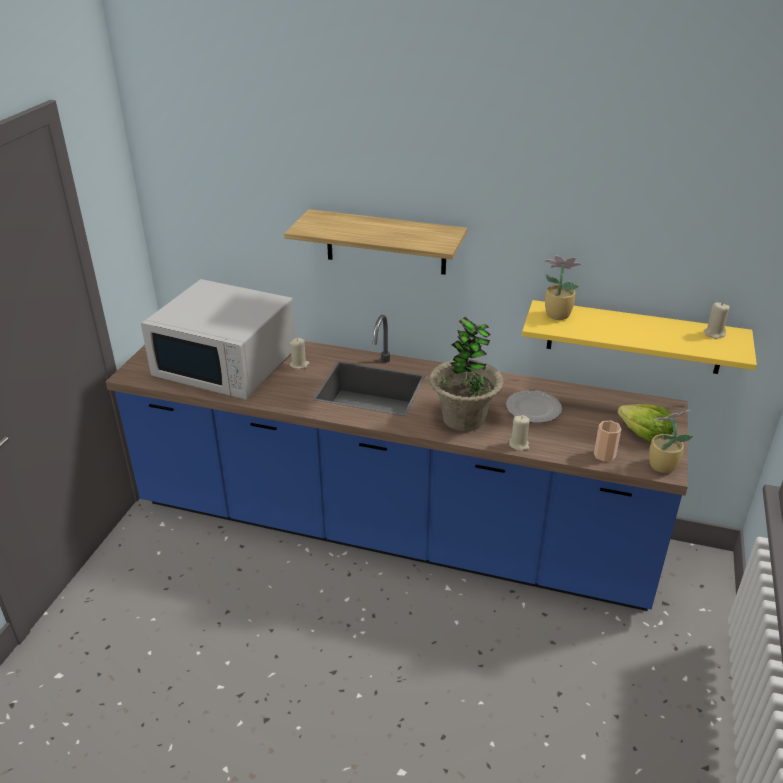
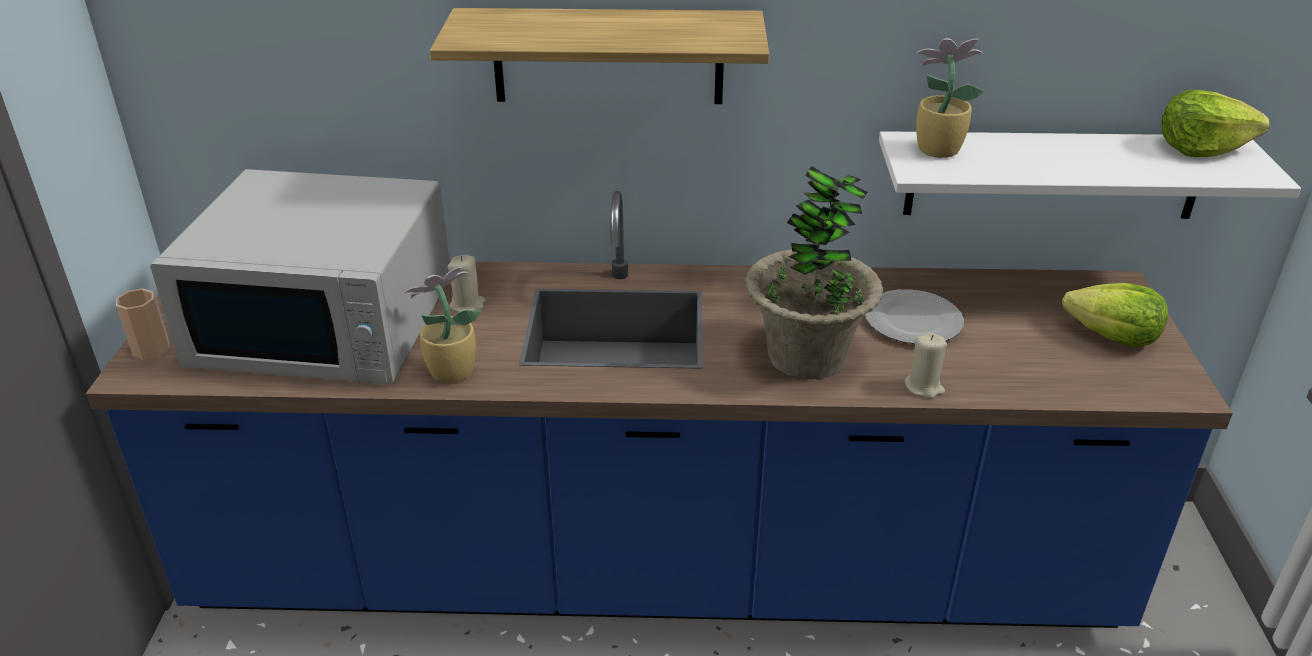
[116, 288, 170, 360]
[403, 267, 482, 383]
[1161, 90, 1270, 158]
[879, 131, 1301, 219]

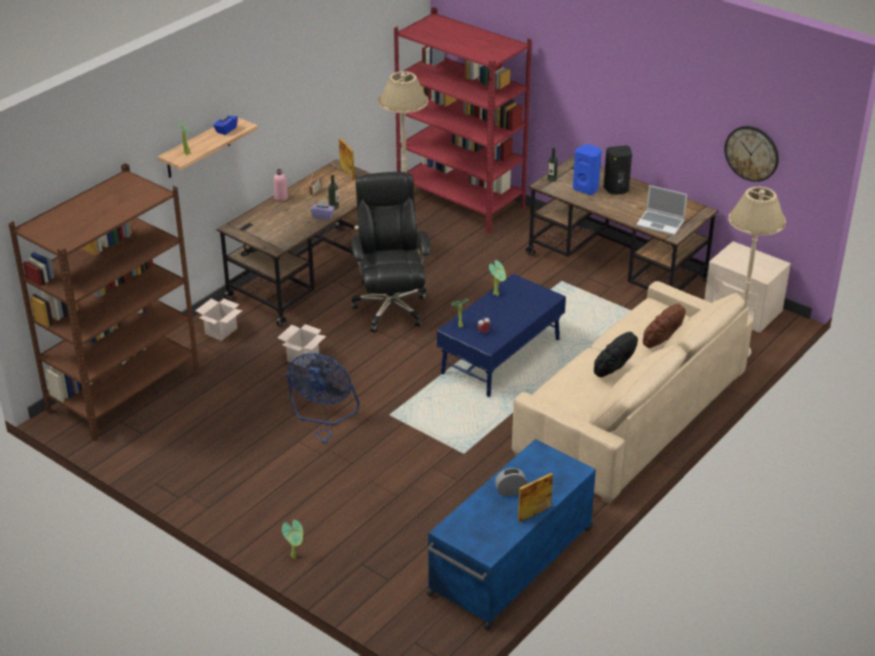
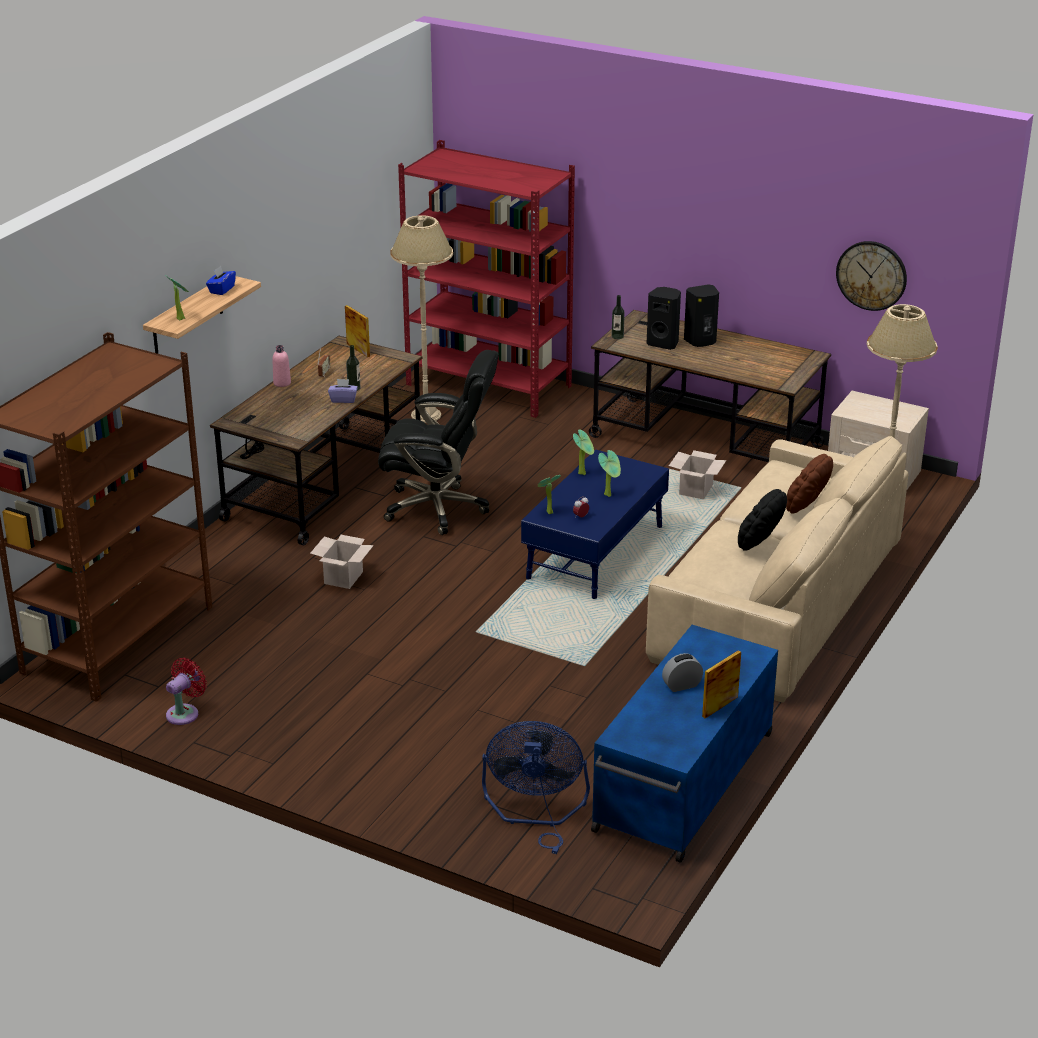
[636, 185, 687, 236] (first image)
[166, 658, 207, 725]
[669, 450, 726, 499]
[598, 450, 621, 497]
[482, 721, 590, 854]
[647, 287, 681, 350]
[378, 350, 499, 535]

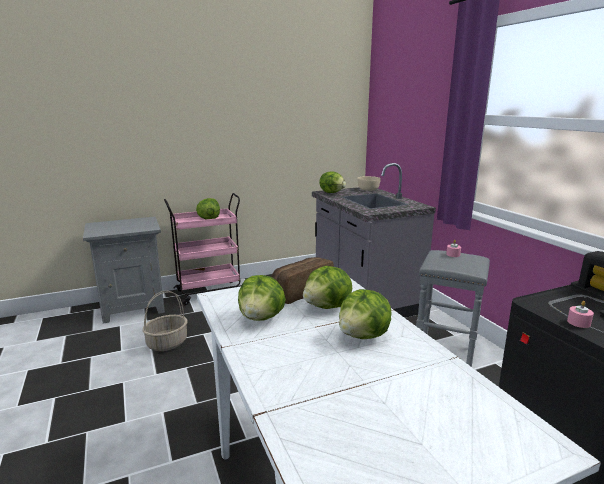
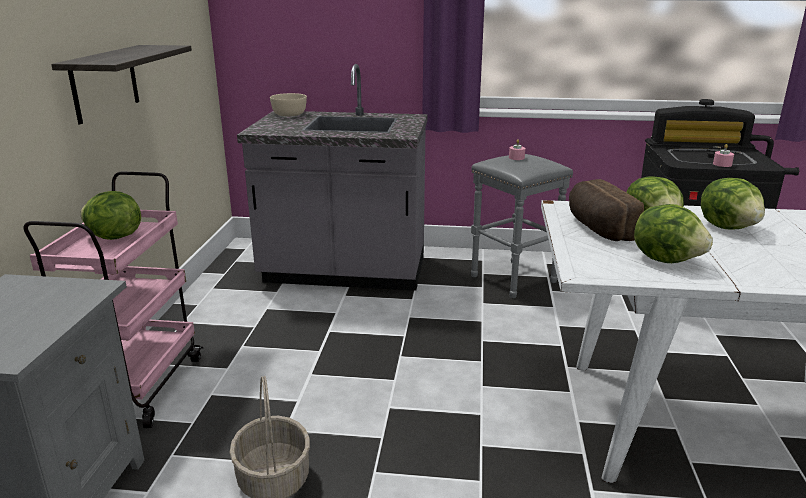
[319, 172, 346, 193] (first image)
[51, 45, 192, 124]

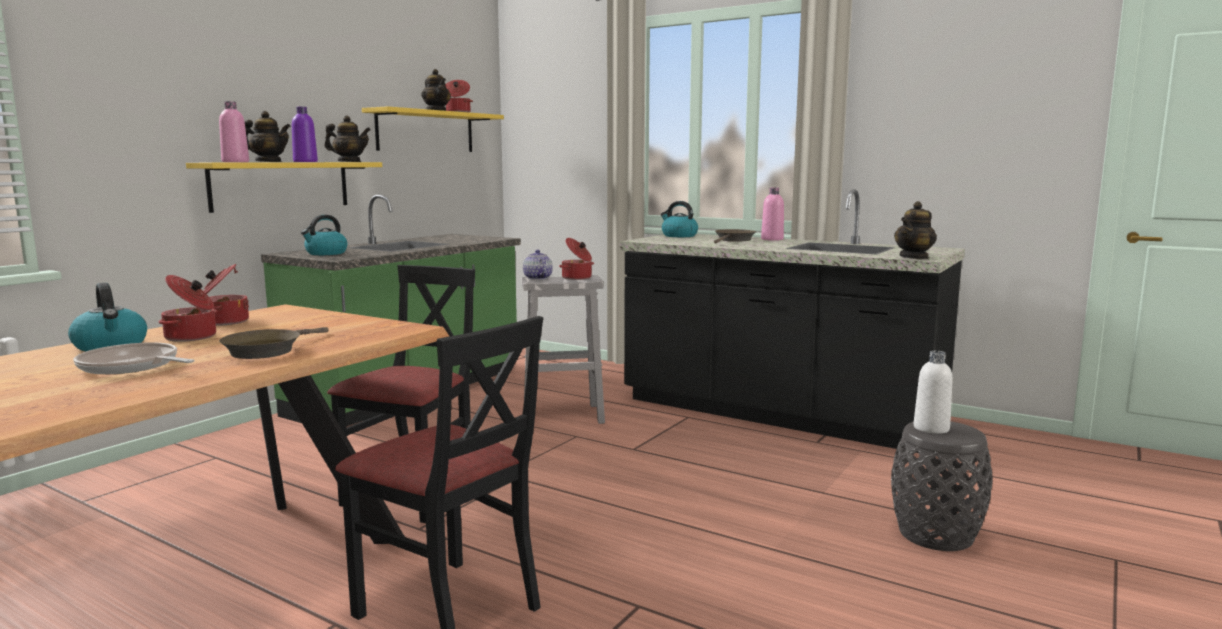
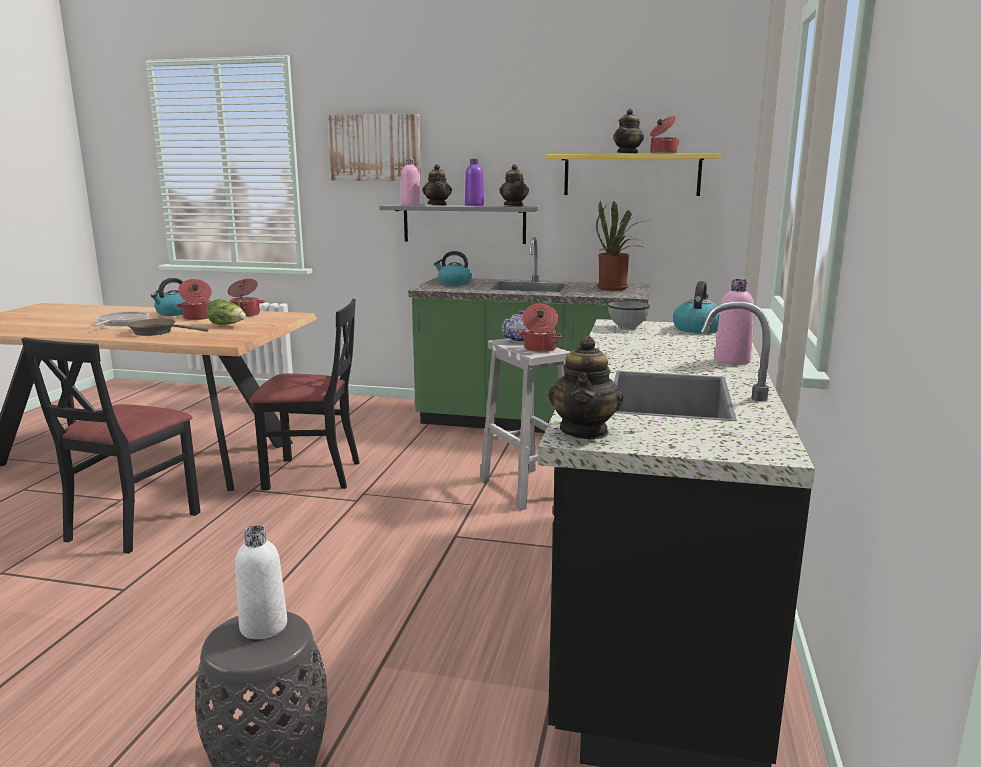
[714, 229, 756, 244] (first image)
[207, 299, 246, 325]
[328, 114, 421, 181]
[596, 200, 653, 291]
[608, 301, 650, 330]
[379, 204, 540, 244]
[548, 336, 623, 439]

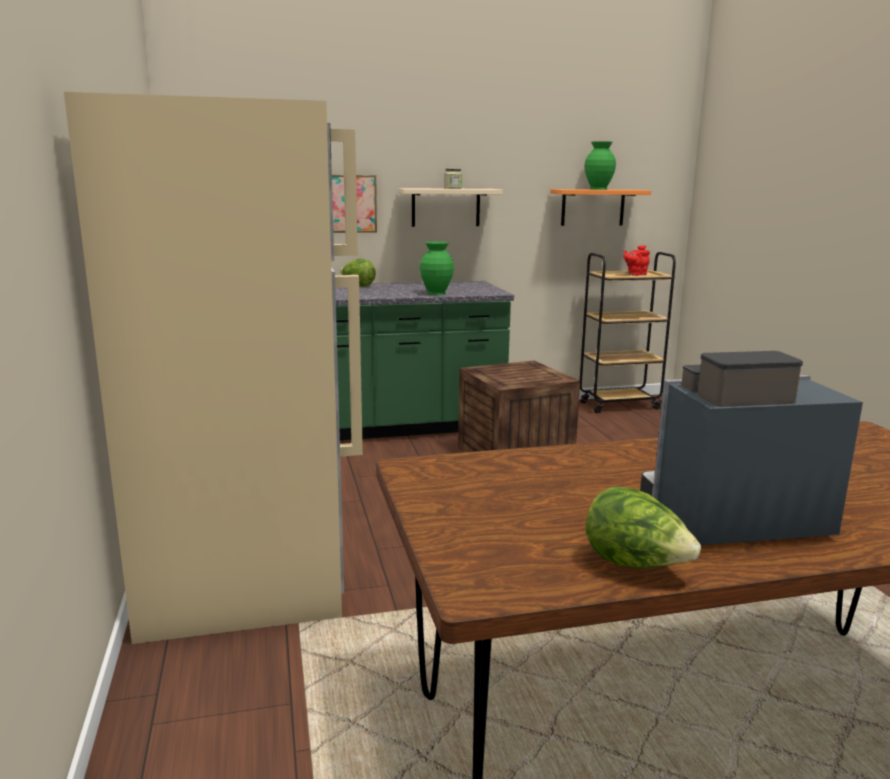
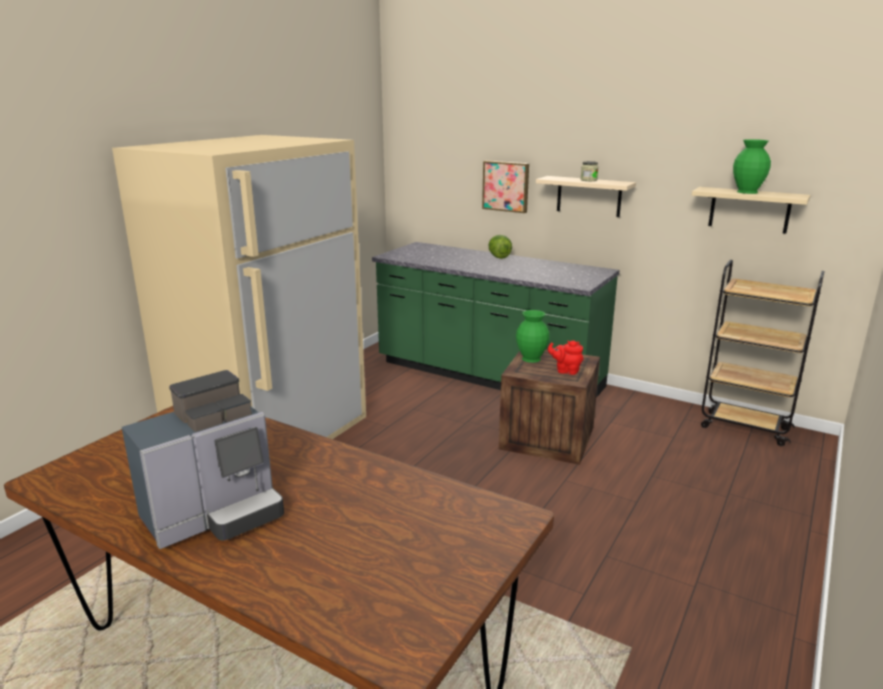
[585, 486, 701, 568] (first image)
[516, 310, 549, 363]
[548, 341, 583, 375]
[692, 187, 811, 234]
[122, 370, 284, 549]

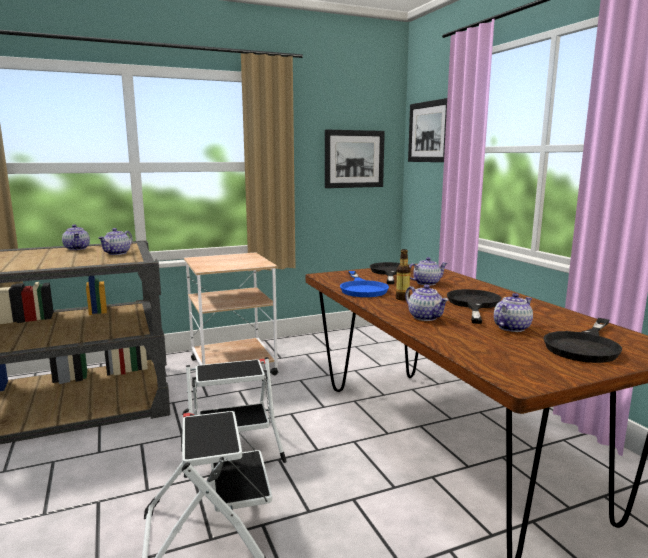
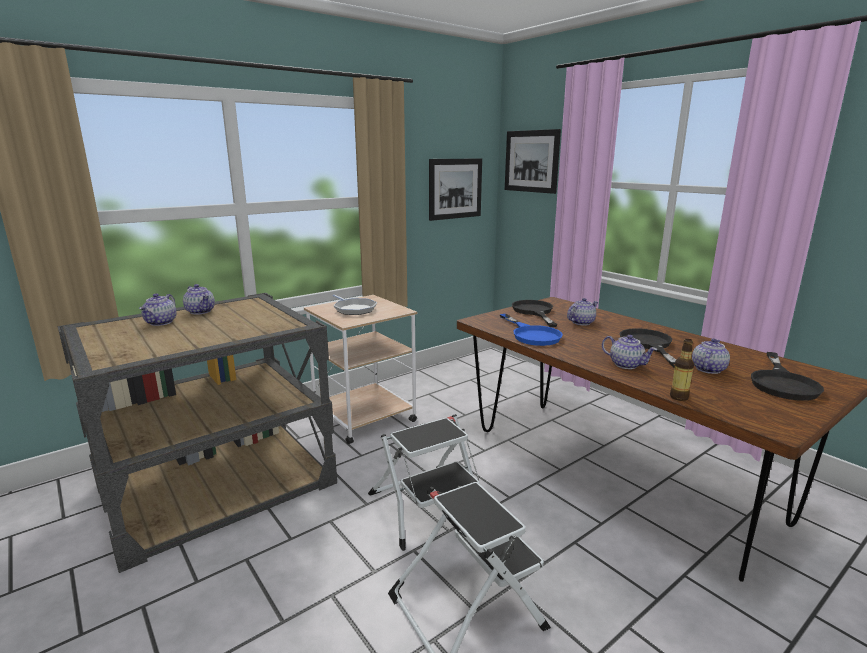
[333, 295, 377, 315]
[139, 293, 176, 326]
[670, 339, 694, 401]

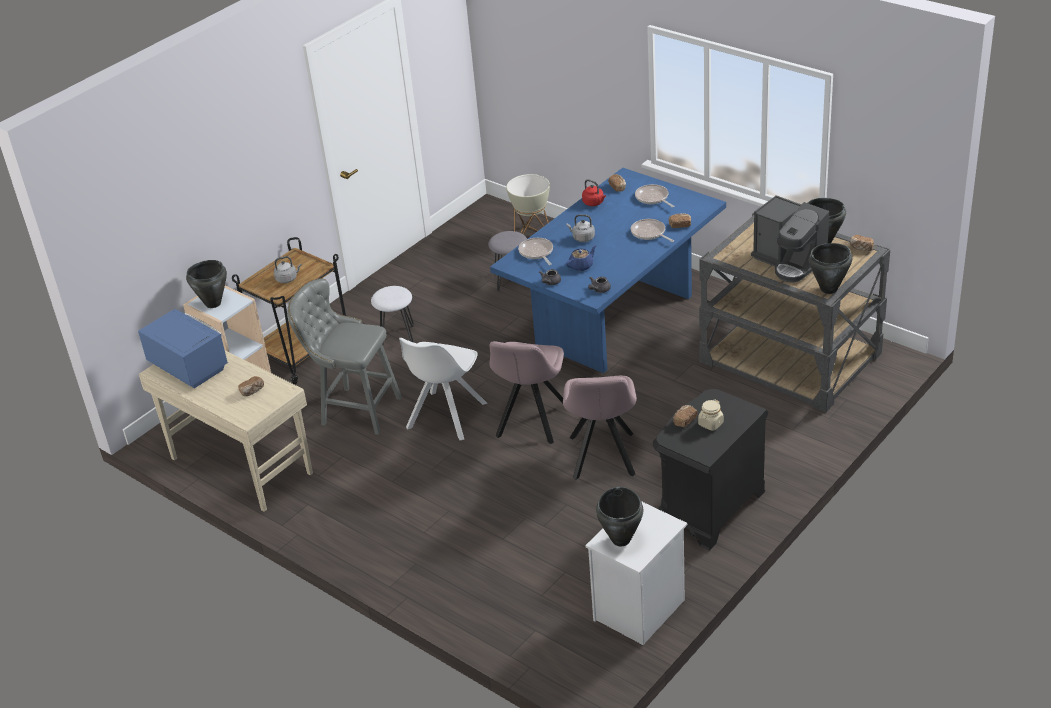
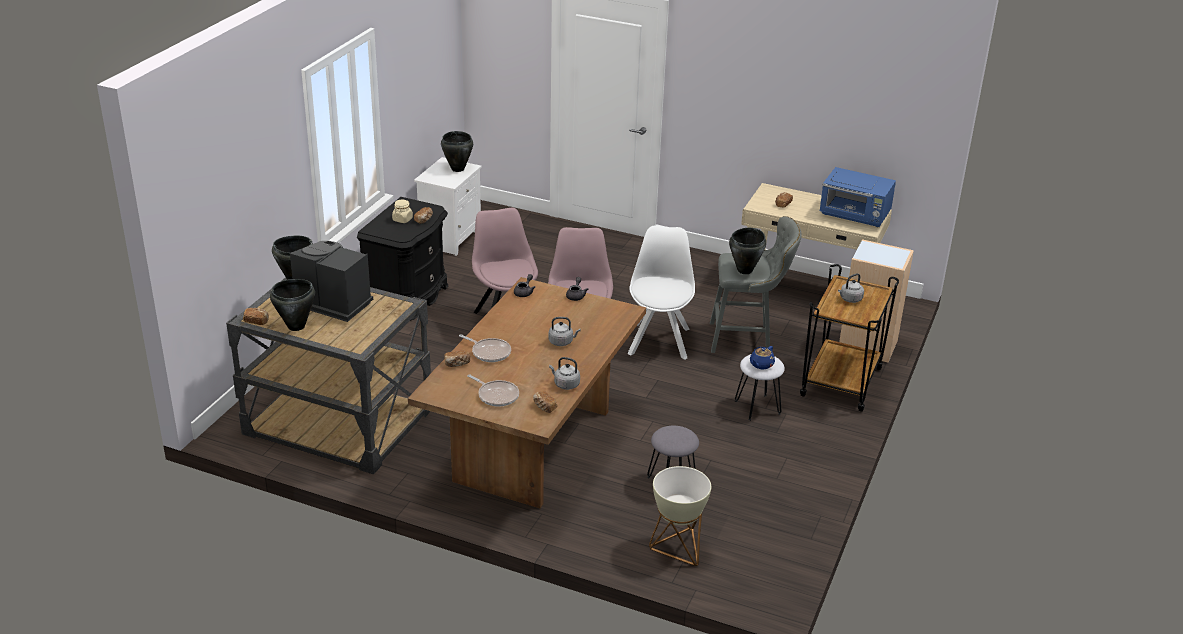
[518, 238, 553, 265] (first image)
[729, 228, 766, 274]
[750, 346, 775, 369]
[408, 277, 646, 508]
[549, 357, 580, 390]

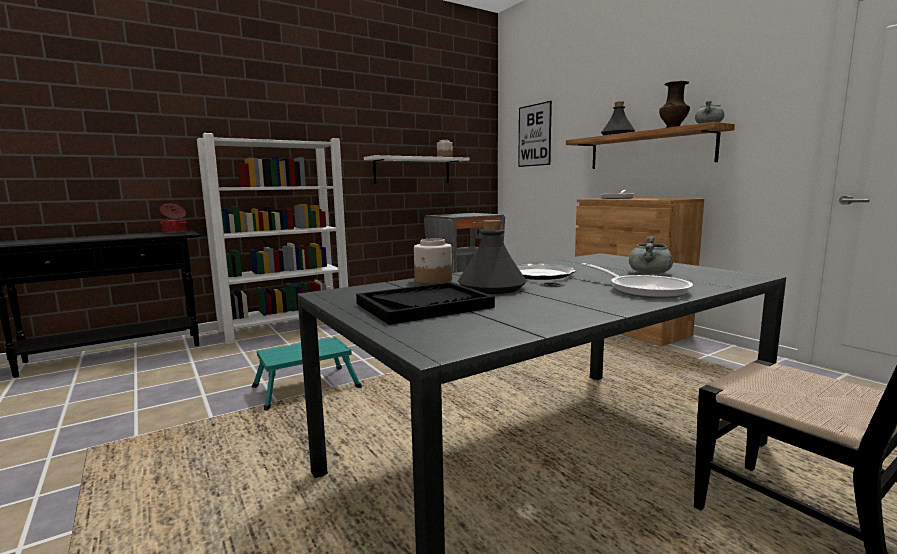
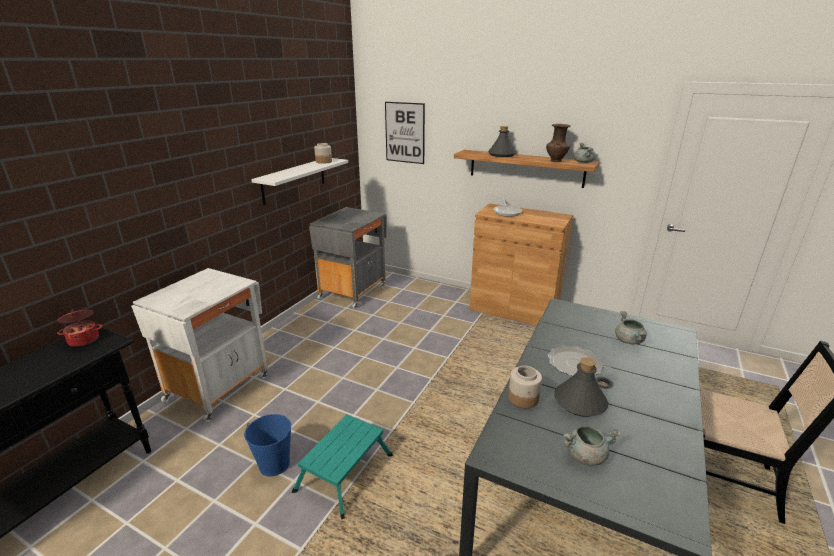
[581, 263, 693, 298] (first image)
[244, 414, 291, 477]
[131, 268, 268, 422]
[563, 426, 621, 466]

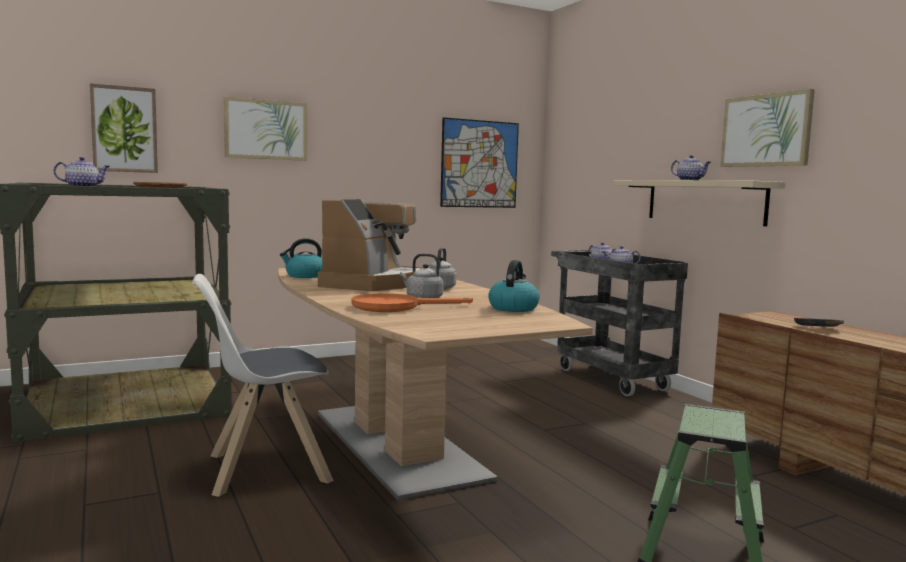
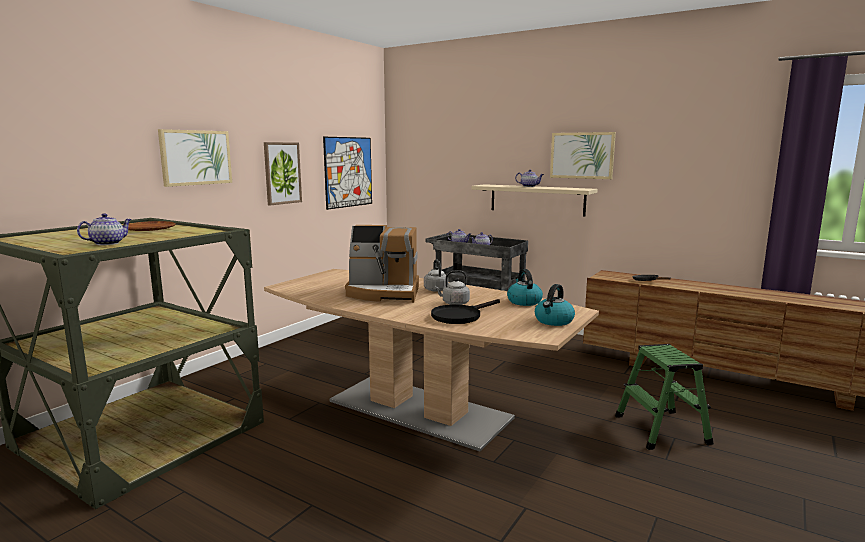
[192, 274, 334, 497] (first image)
[264, 142, 302, 206]
[535, 284, 575, 326]
[431, 299, 500, 324]
[345, 225, 419, 303]

